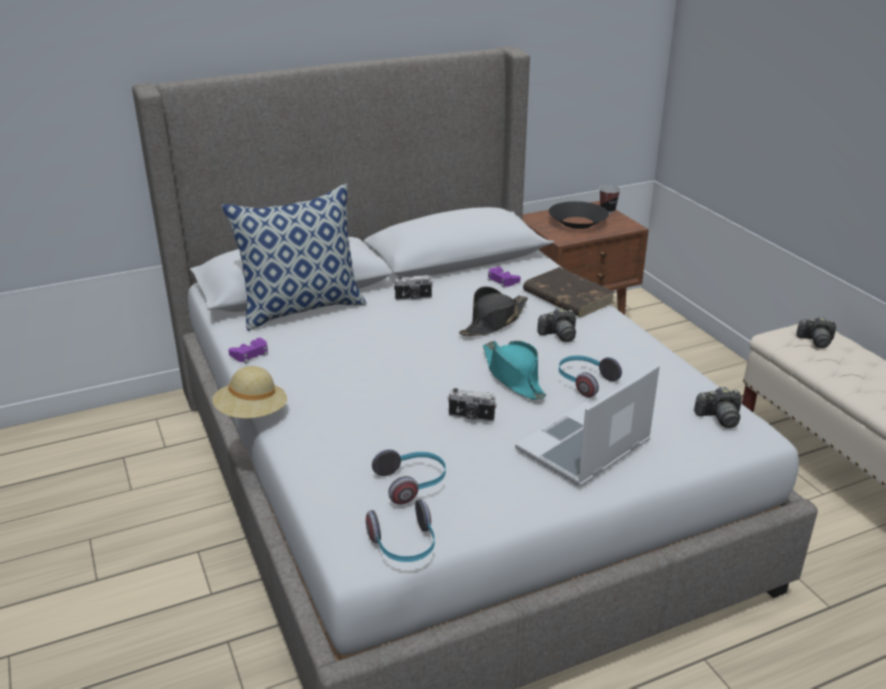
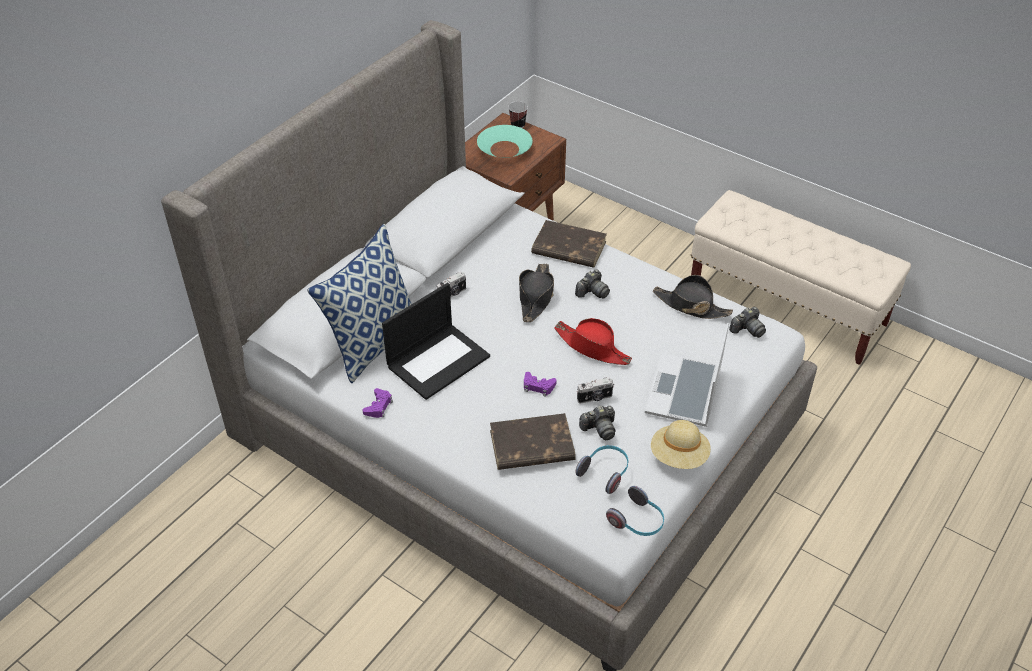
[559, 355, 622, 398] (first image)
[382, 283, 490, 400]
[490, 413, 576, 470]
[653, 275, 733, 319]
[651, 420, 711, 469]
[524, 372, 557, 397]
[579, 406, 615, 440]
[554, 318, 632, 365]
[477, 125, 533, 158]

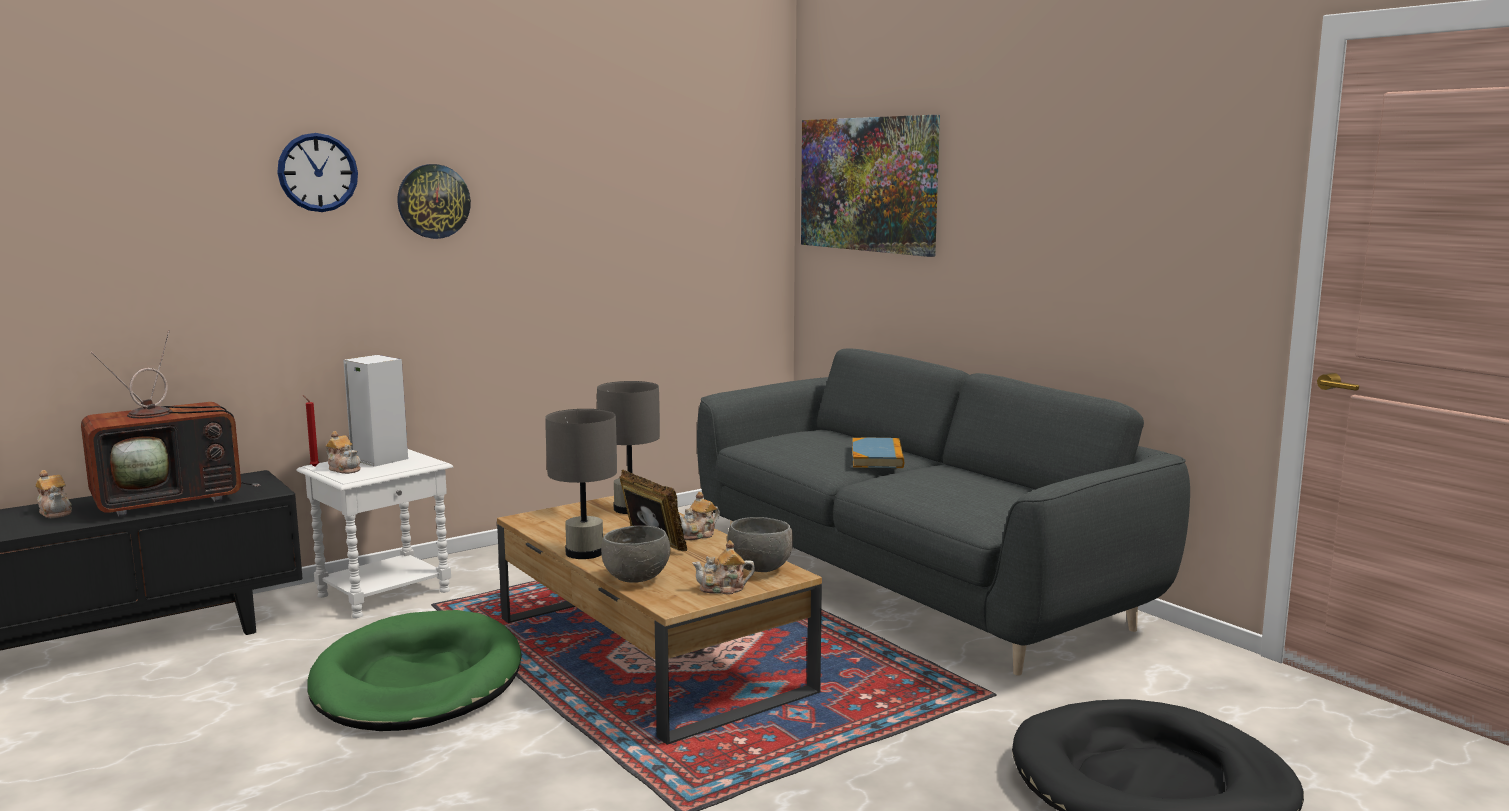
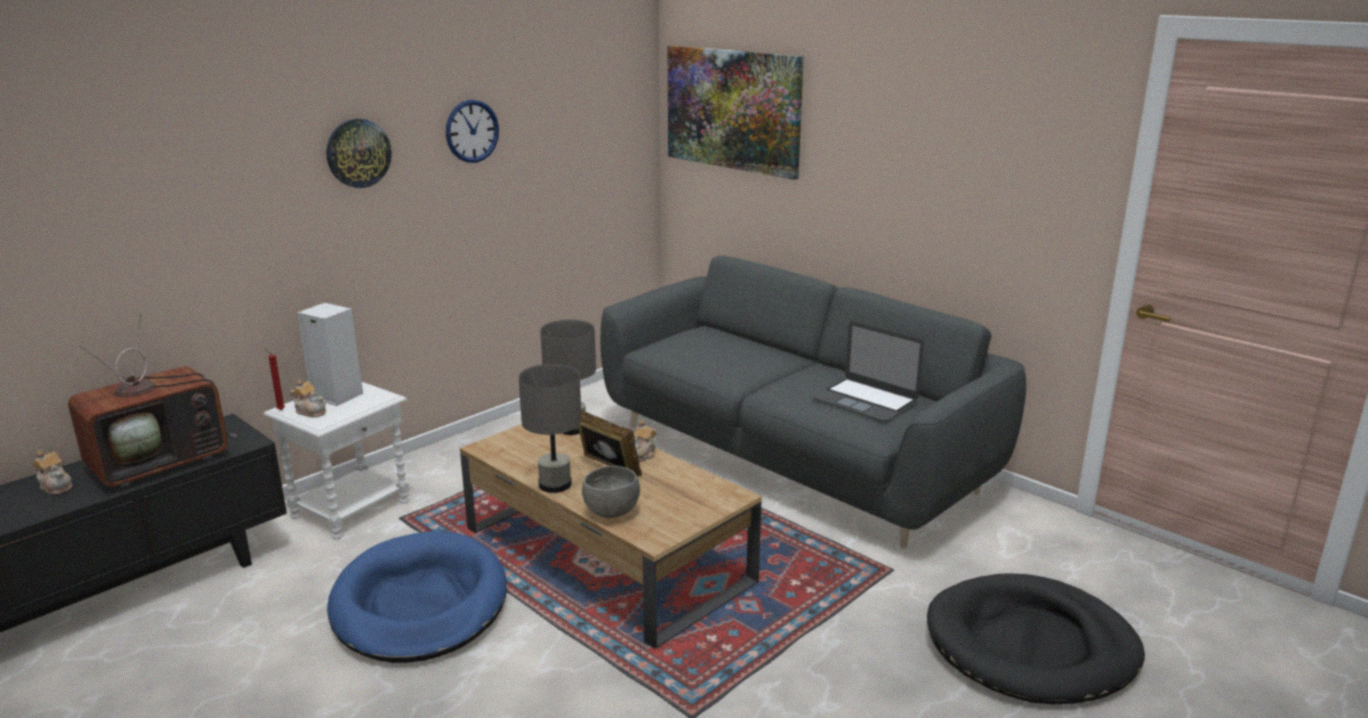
[692, 540, 755, 594] (first image)
[727, 517, 793, 572] (first image)
[852, 437, 904, 468] (first image)
[812, 322, 924, 422]
[446, 100, 499, 163]
[327, 531, 507, 663]

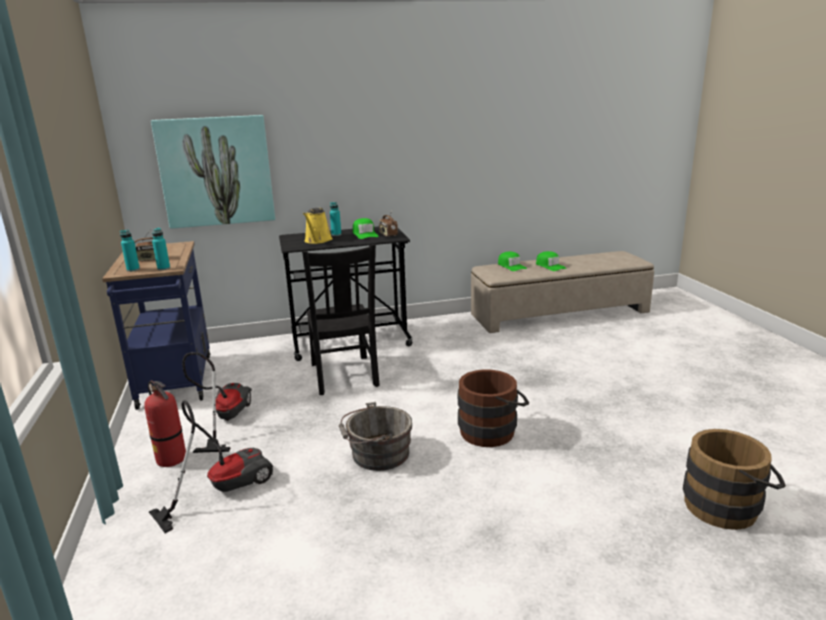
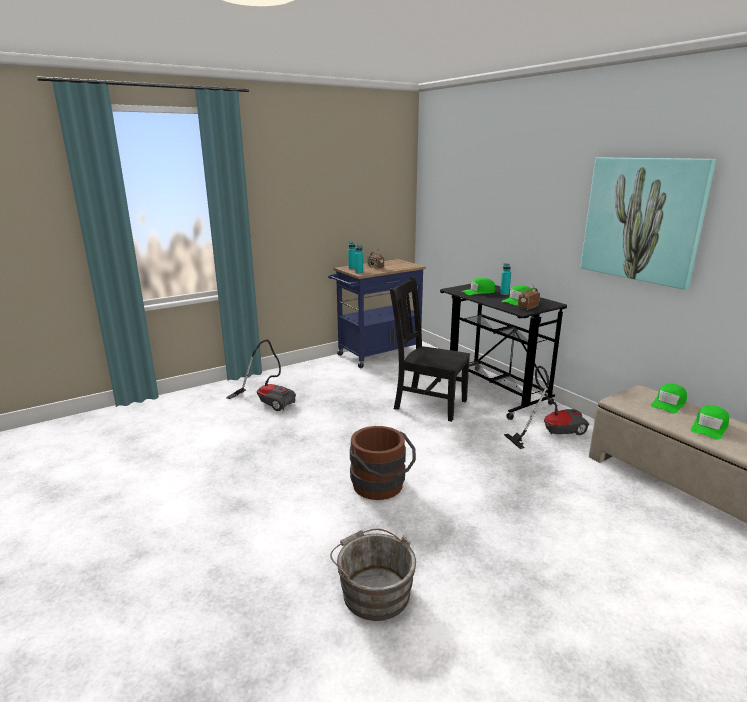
[144, 381, 186, 467] (first image)
[683, 429, 786, 530] (first image)
[580, 157, 716, 290]
[504, 366, 589, 449]
[330, 529, 416, 621]
[462, 278, 496, 295]
[390, 276, 470, 422]

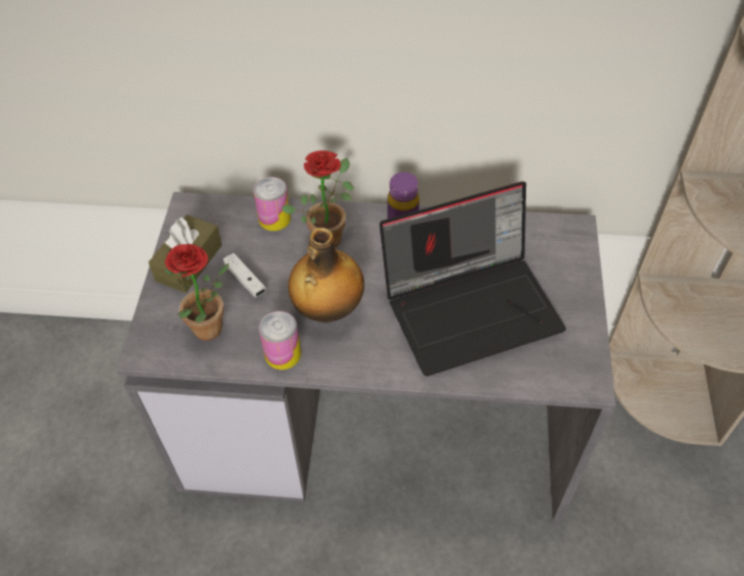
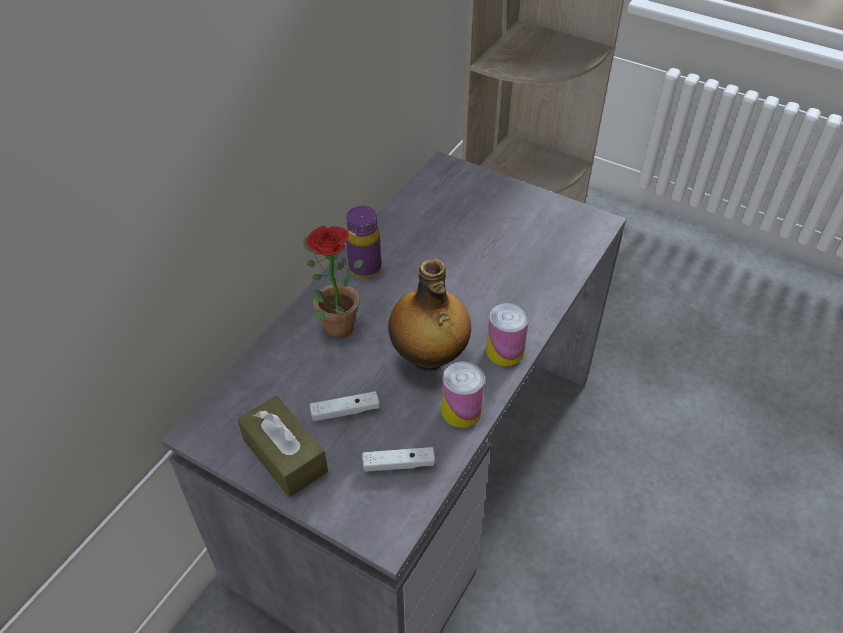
[379, 181, 566, 376] (first image)
[486, 303, 529, 366]
[362, 447, 435, 472]

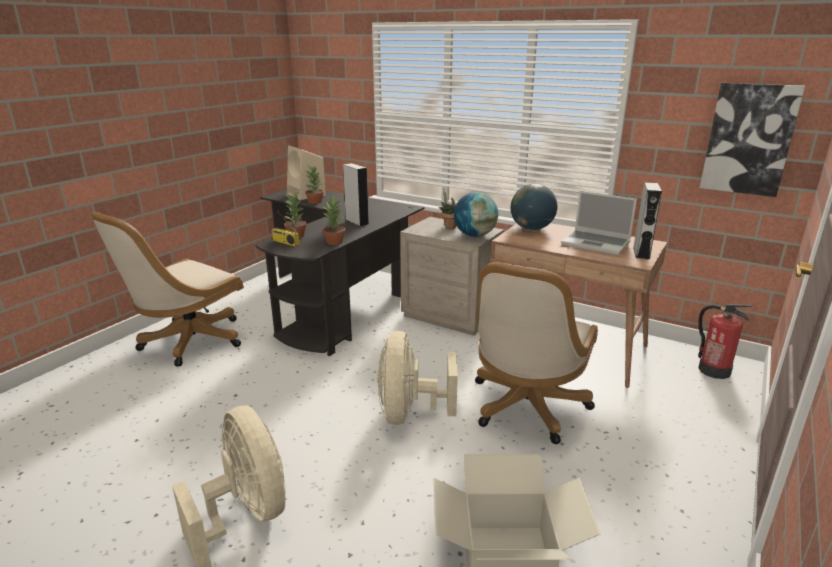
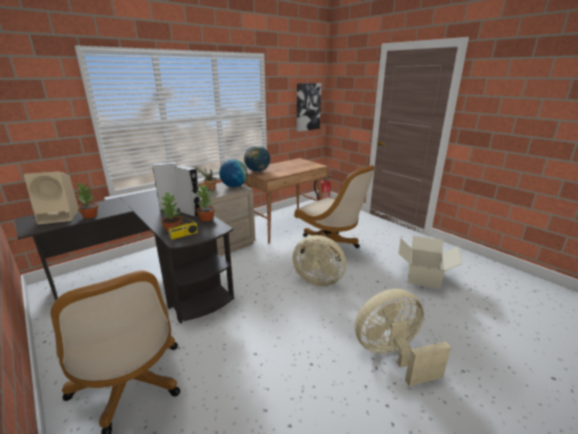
[561, 191, 637, 255] (first image)
[174, 165, 201, 217]

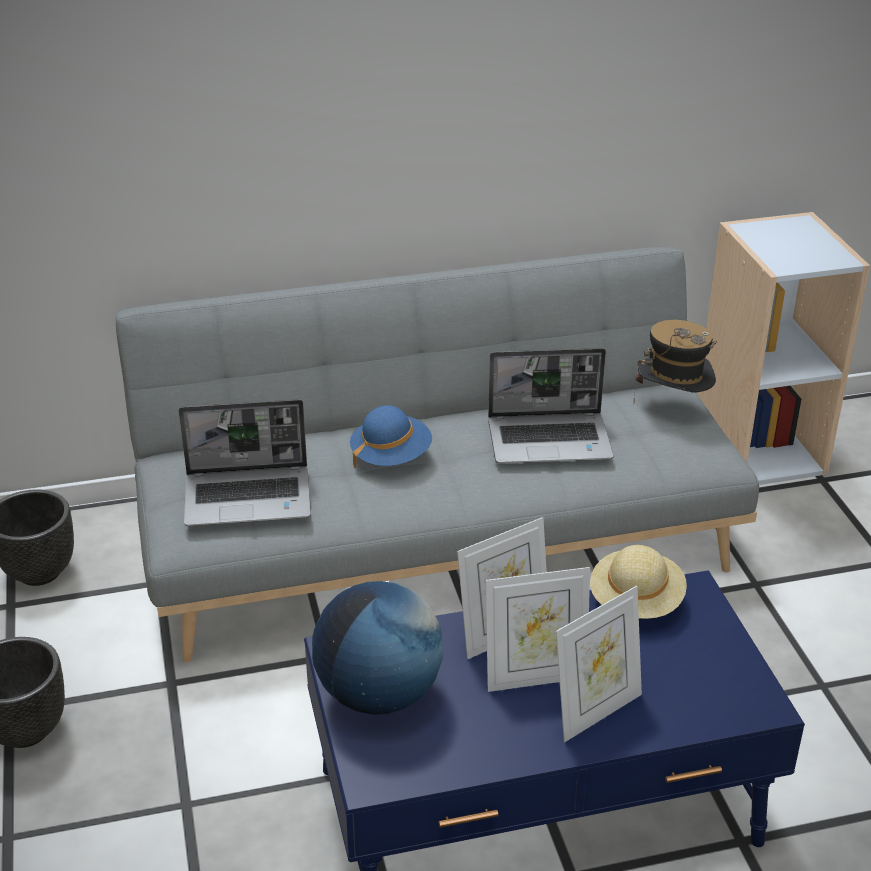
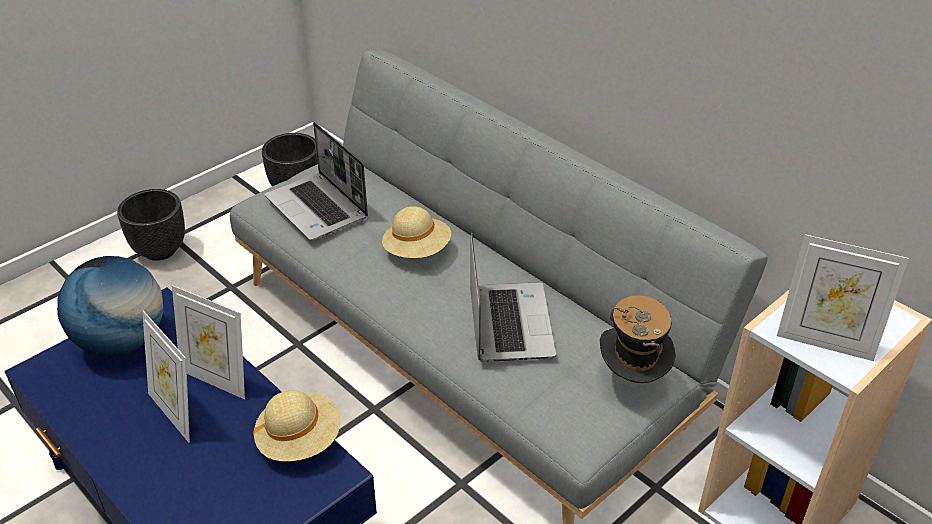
[777, 234, 909, 361]
[382, 206, 451, 258]
[470, 233, 556, 362]

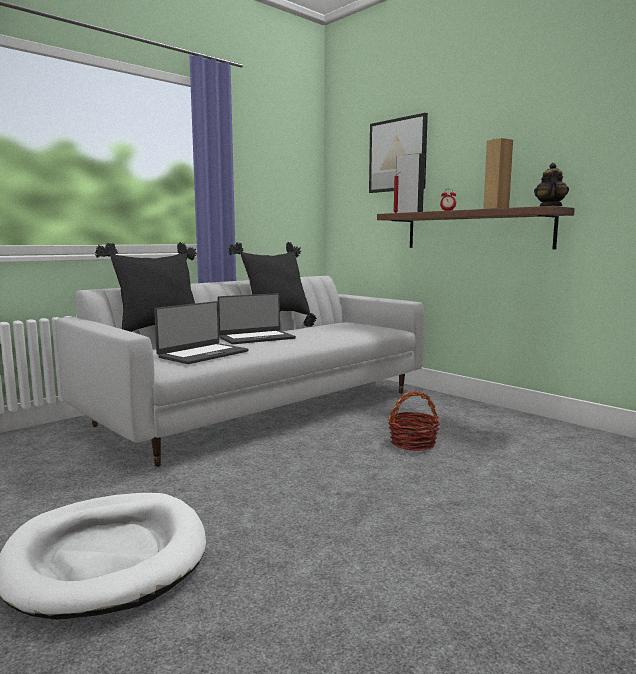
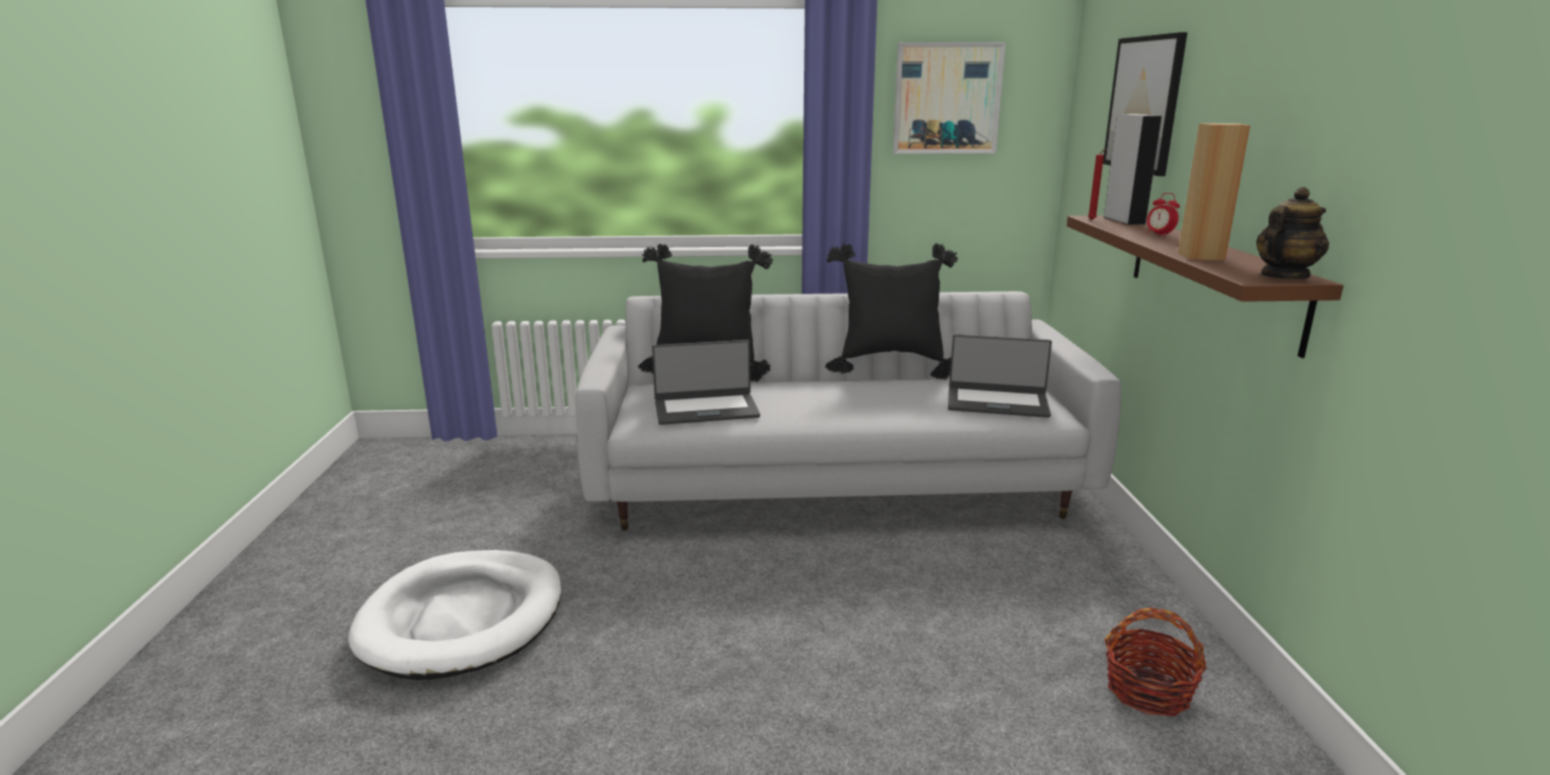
[893, 42, 1006, 154]
[948, 334, 1052, 418]
[1104, 608, 1207, 717]

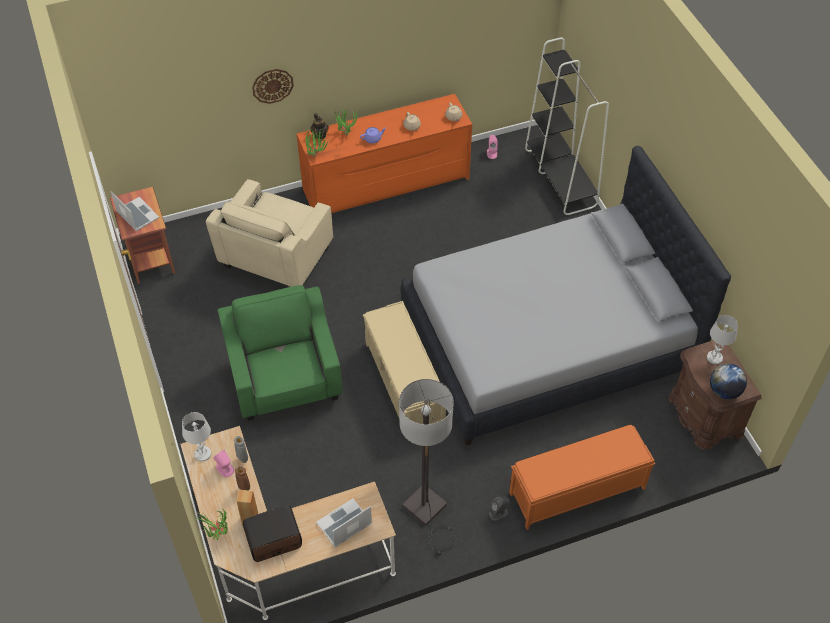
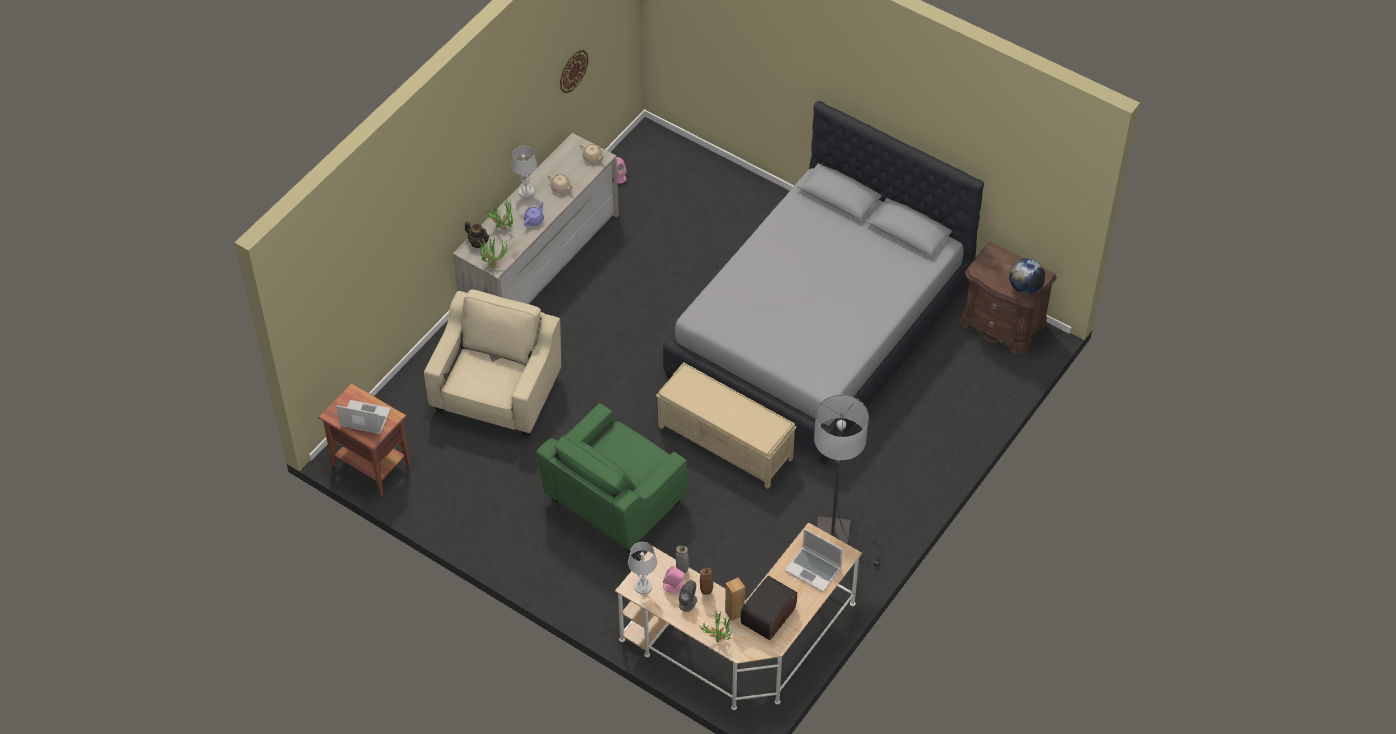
[509, 425, 655, 530] (first image)
[525, 37, 609, 215] (first image)
[560, 50, 588, 93]
[679, 580, 697, 612]
[511, 146, 537, 198]
[453, 133, 619, 304]
[424, 290, 561, 437]
[536, 403, 687, 553]
[785, 528, 843, 592]

